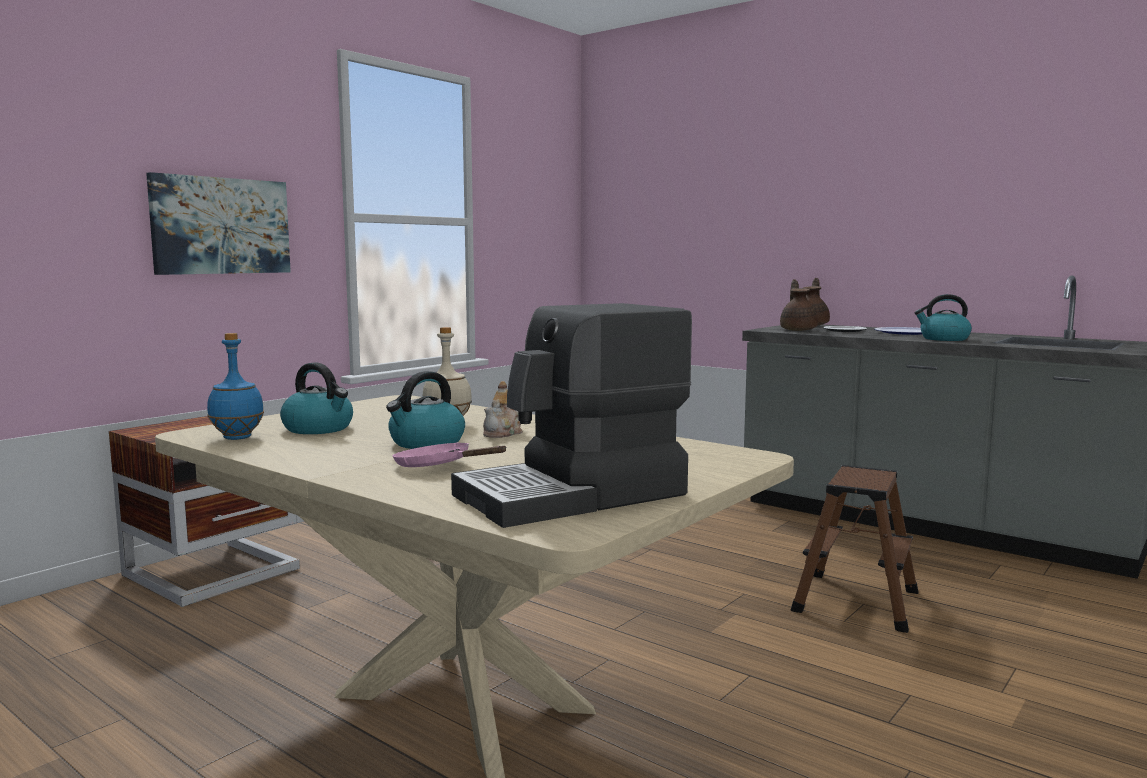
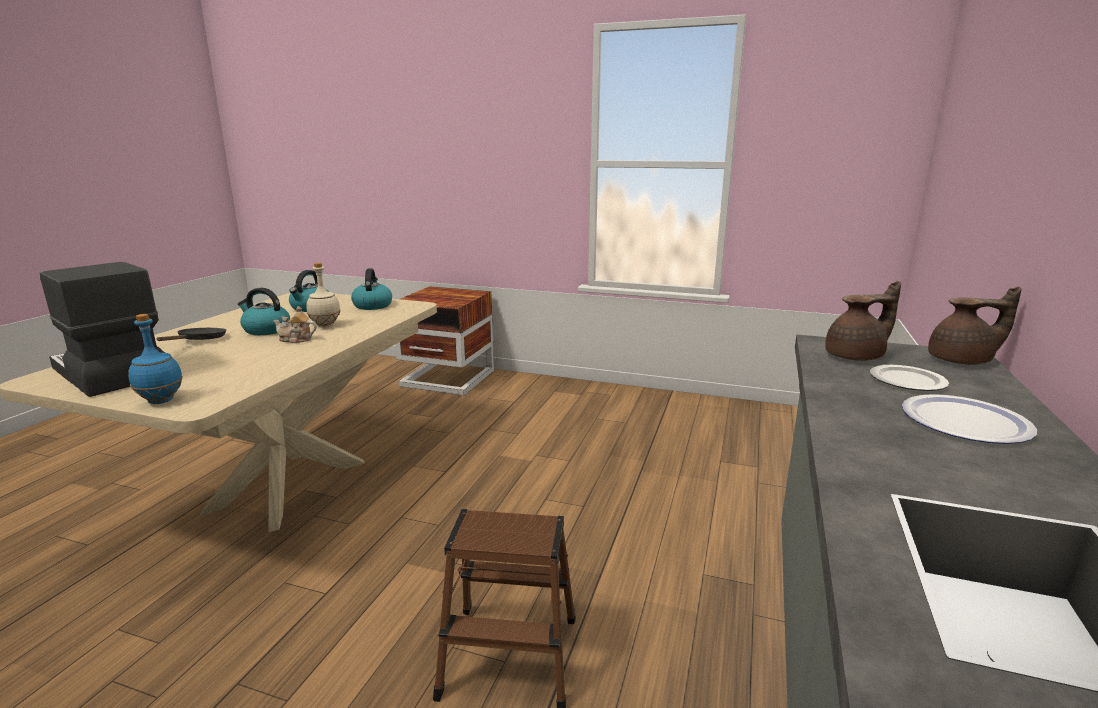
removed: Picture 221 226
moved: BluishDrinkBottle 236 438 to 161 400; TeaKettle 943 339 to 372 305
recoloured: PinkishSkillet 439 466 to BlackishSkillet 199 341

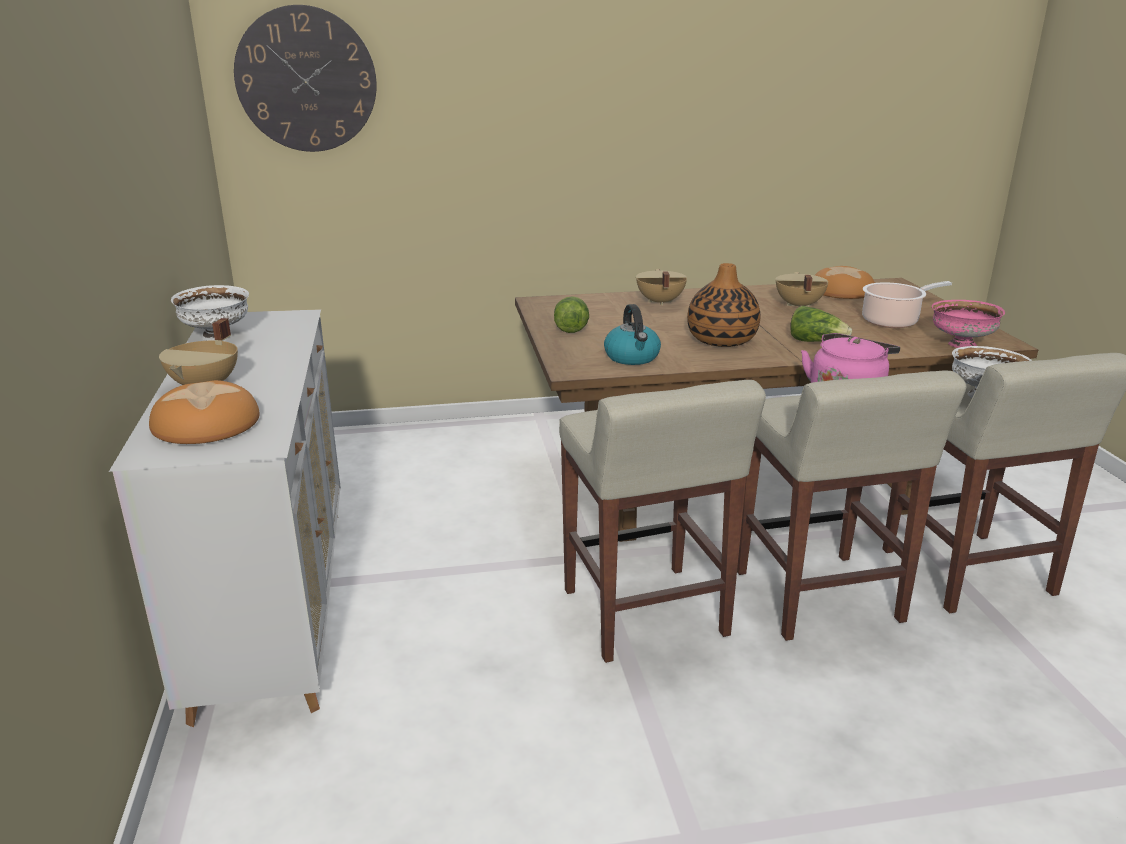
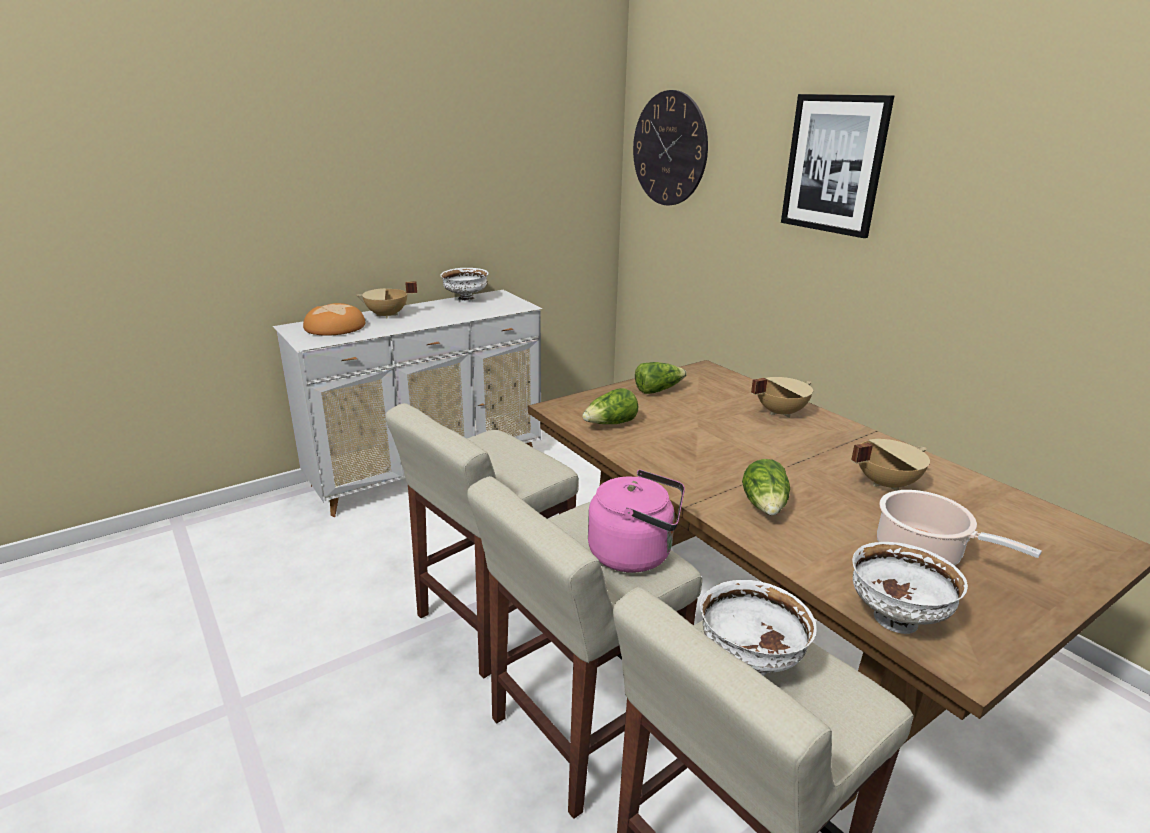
removed: Vase 721 340; Bread 842 291
added: Picture 834 164
replaced: TeaKettle 632 357 to HeadOfLettuce 610 424
recoloured: PinkishServingBowl 960 345 to WhiteColouredServingBowl 894 618

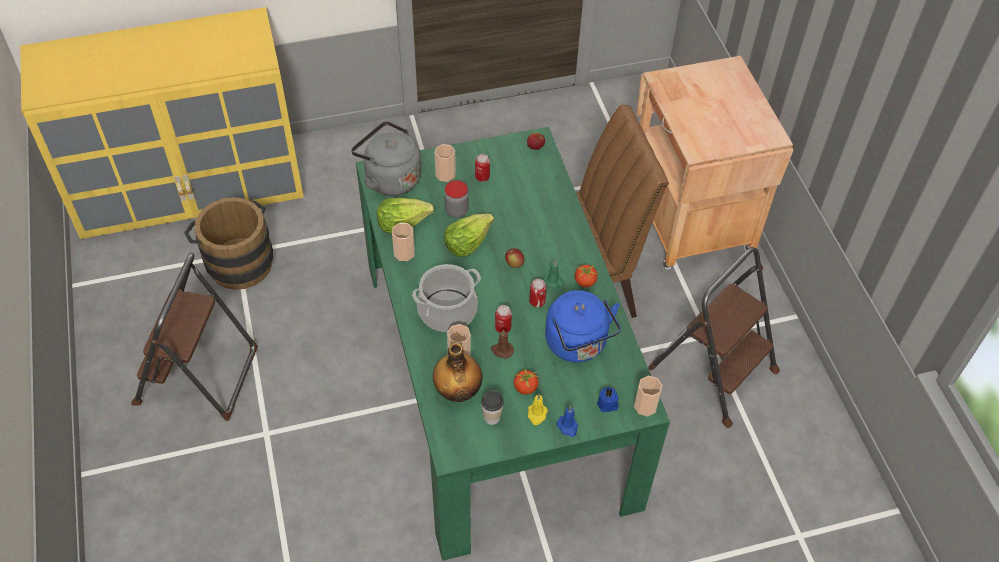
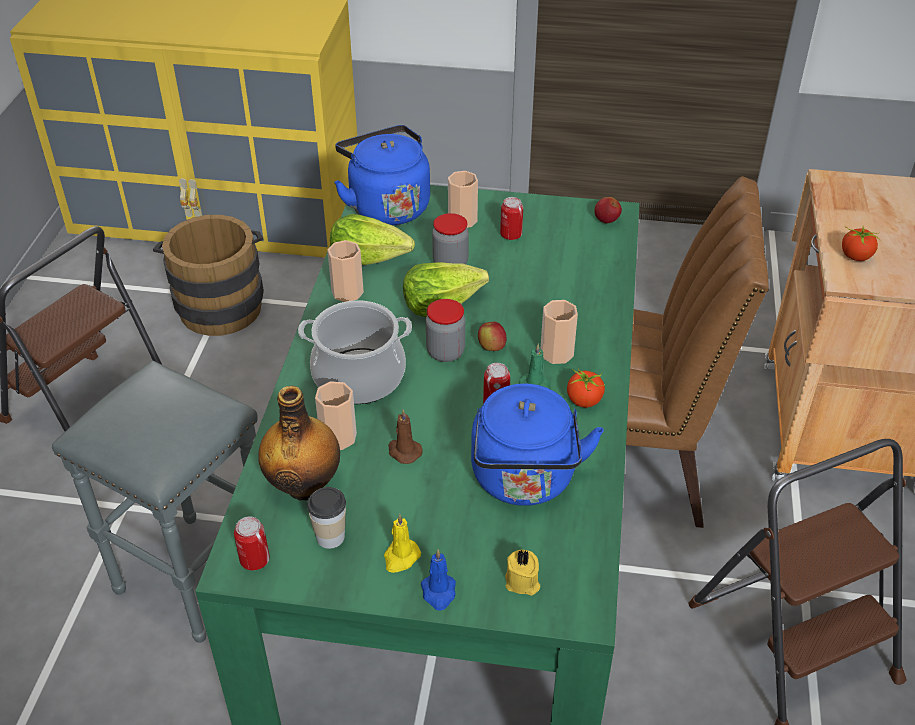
added: GreySittingStool 194 573; StorageJar 445 352
moved: SealedCan 503 327 to 255 560; SmallCup 645 406 to 556 353; FreshTomato 525 388 to 855 256
recoloured: GreyTeaKettle 390 178 to BluishTeaKettle 386 206; BluishCandle 607 405 to YellowCandle 522 582

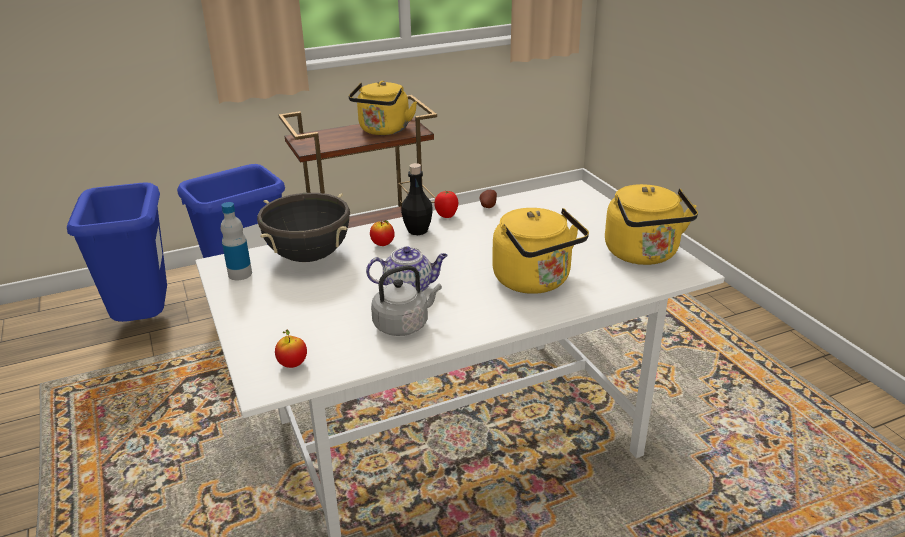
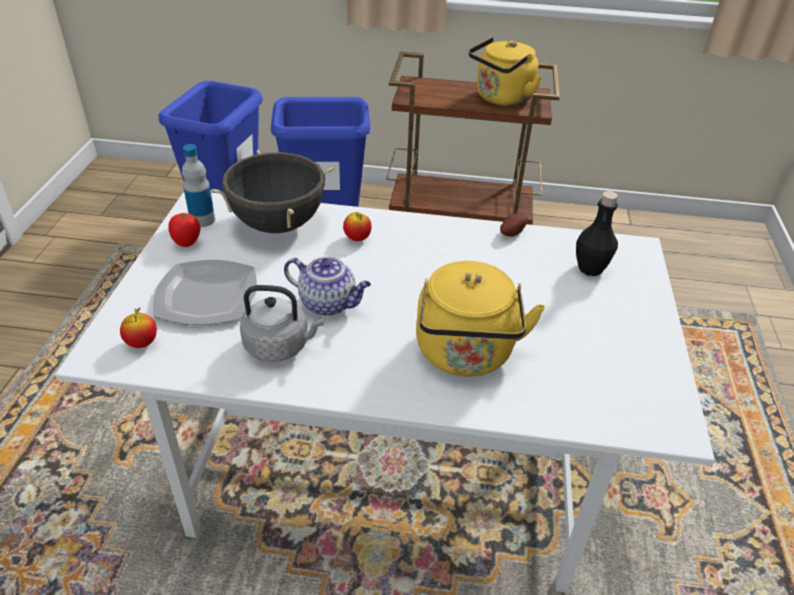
removed: YellowTeaKettle 643 255
added: FlatDish 208 294
moved: FreshTomato 447 216 to 187 243; BlackishDrinkBottle 417 230 to 590 268

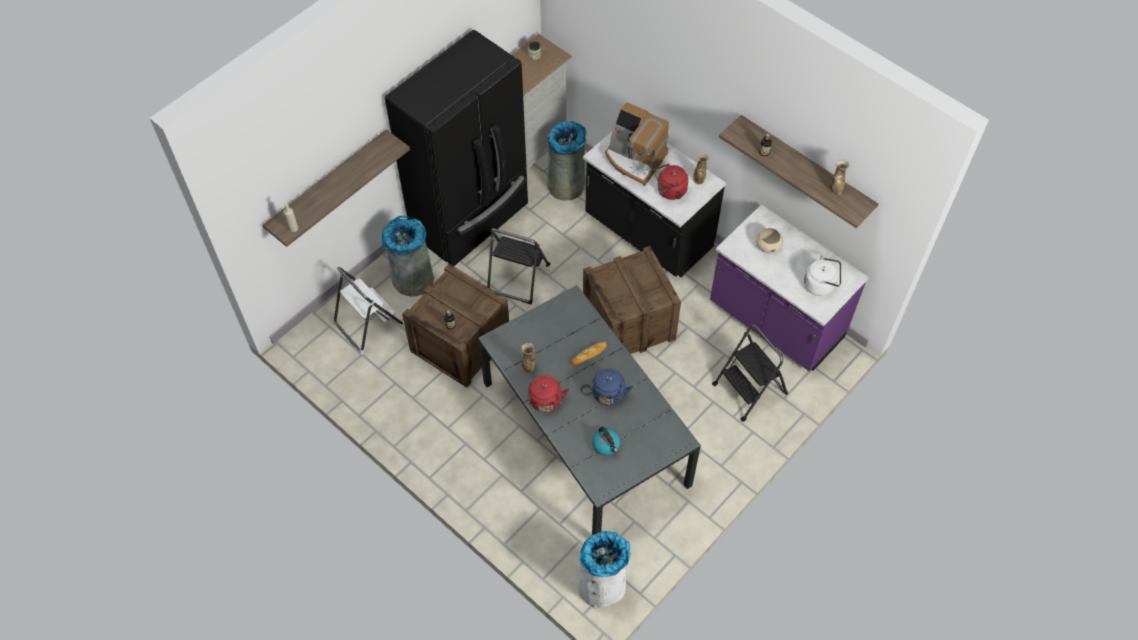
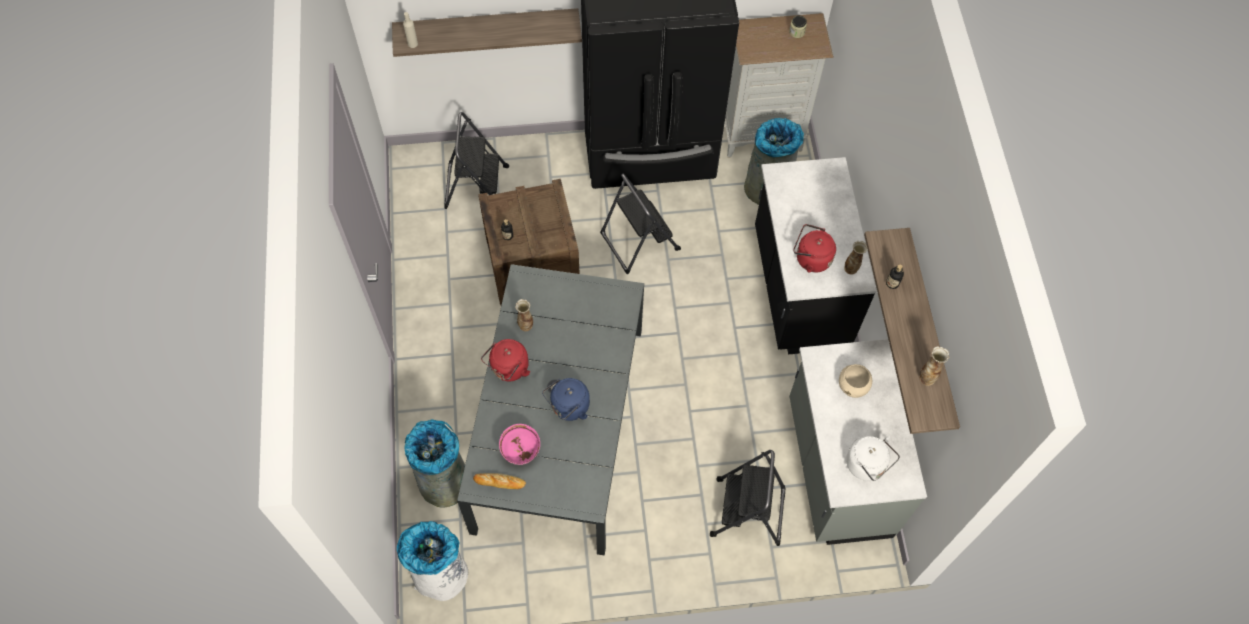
removed: PackingCrate 628 324; CoffeeMachine 635 159
moved: GreyWasteBin 412 279 to 443 481; Bread 589 355 to 499 482
replaced: TeaKettle 606 445 to PinkishServingBowl 521 451
recoloured: WhiteColouredStepladder 367 325 to BlackishStepladder 473 186; PurpleCounter 775 322 to GreyCounter 836 468

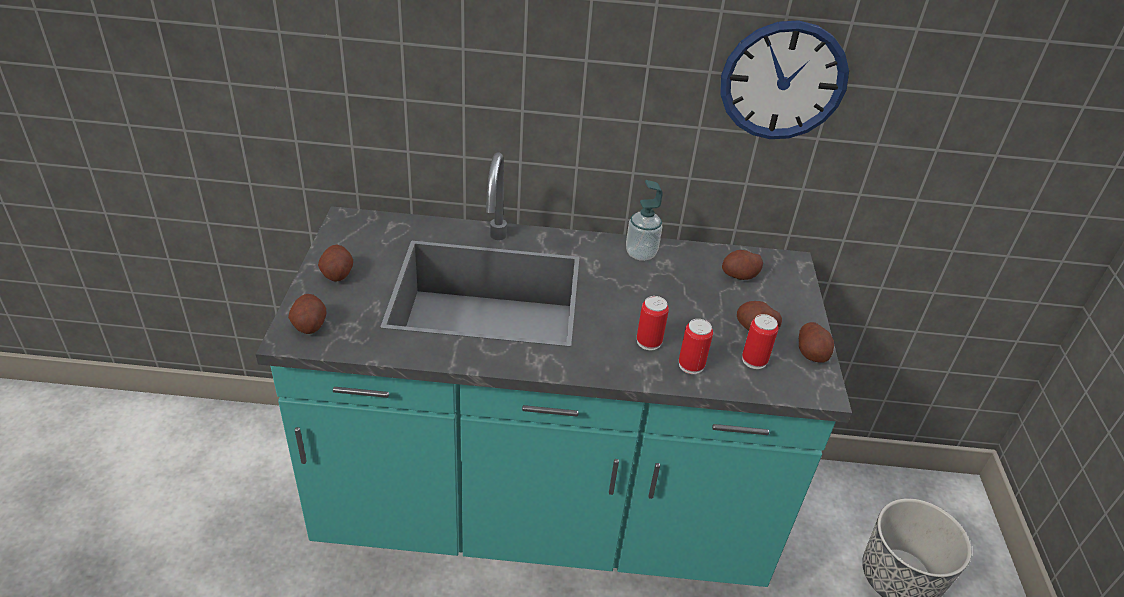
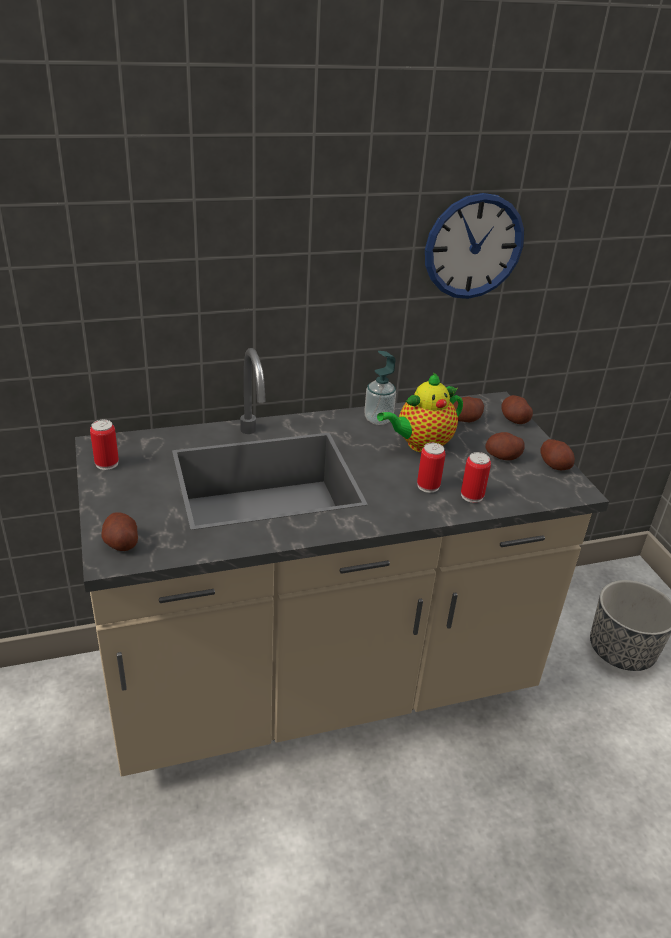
added: TeaPot 420 445
moved: SealedCan 754 360 to 107 463; WholePotato 337 274 to 514 419
recoloured: BlueGreenCounter 543 512 to BeigeColouredCounter 320 686

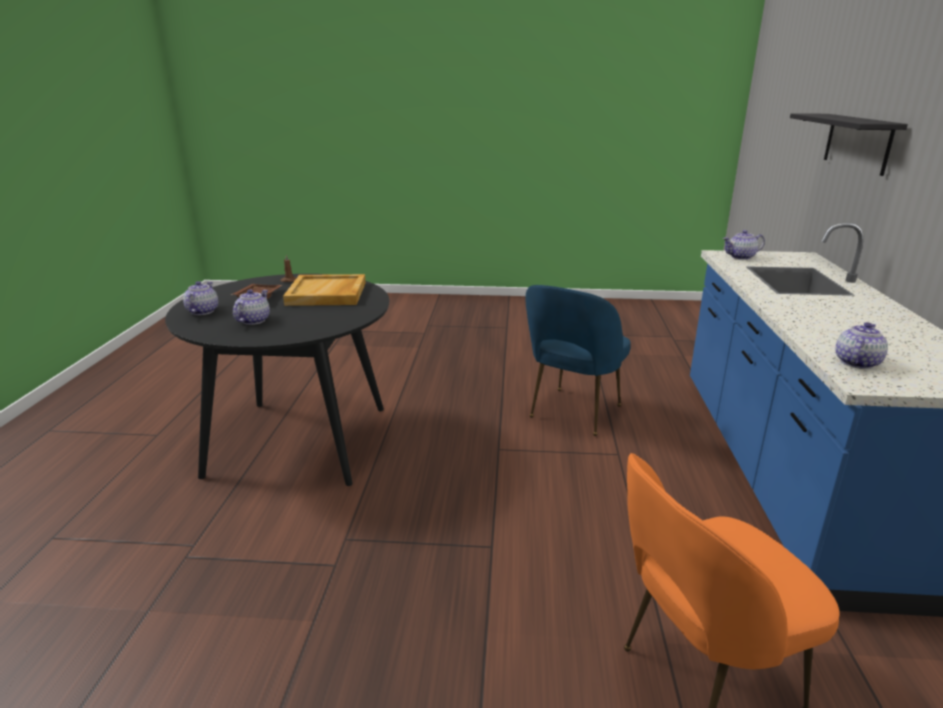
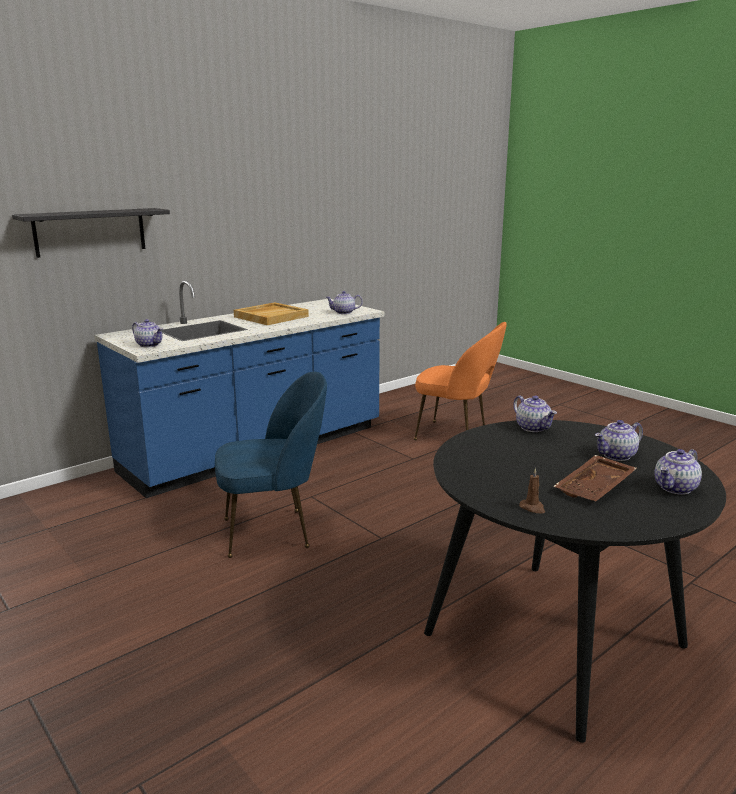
added: TeaPot 533 428
moved: BeigeColouredServingTray 327 294 to 271 316

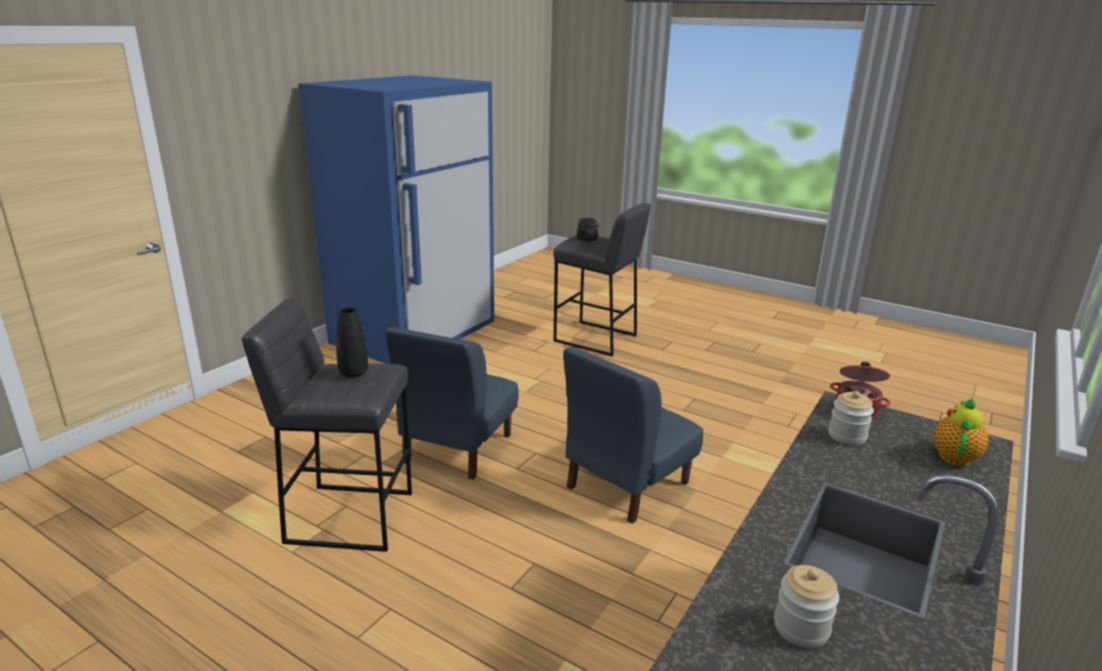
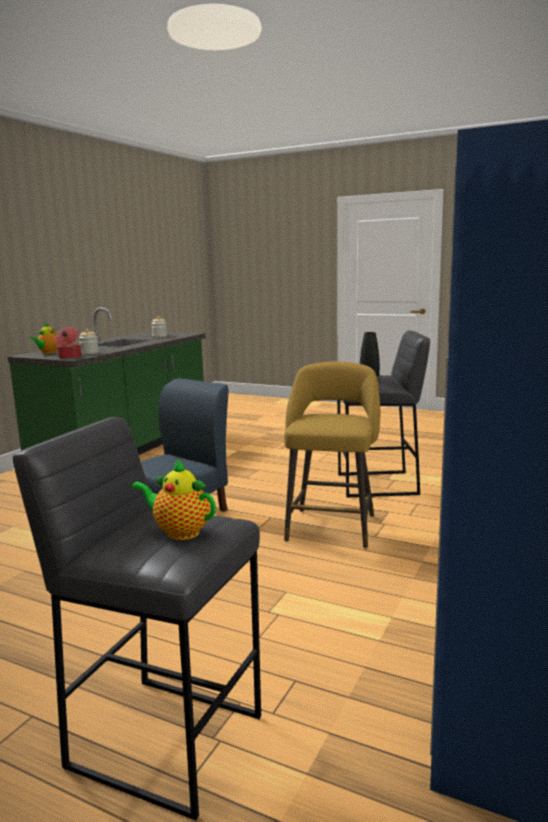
replaced: BlackishStorageJar 587 239 to TeaPot 179 532; BluishUprightChair 457 449 to YellowSittingStool 332 525

